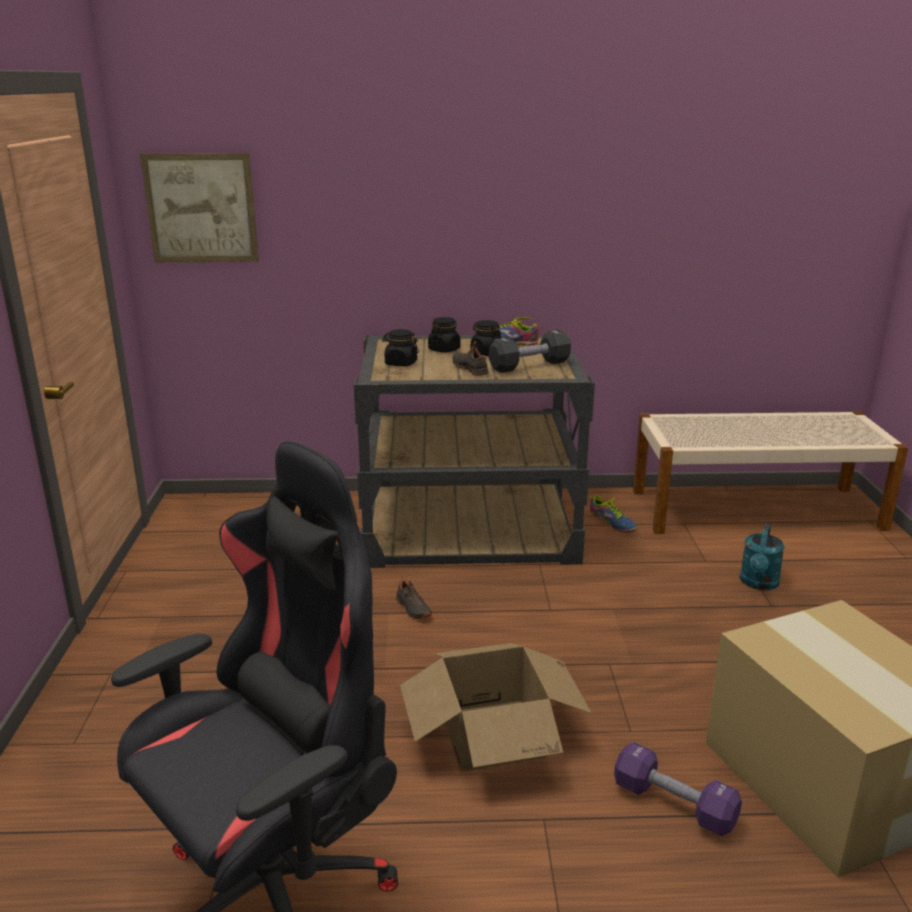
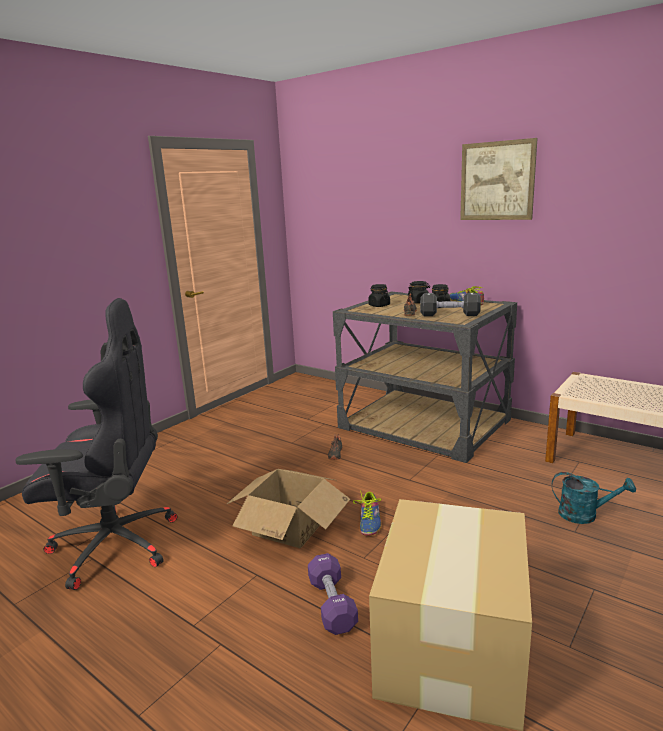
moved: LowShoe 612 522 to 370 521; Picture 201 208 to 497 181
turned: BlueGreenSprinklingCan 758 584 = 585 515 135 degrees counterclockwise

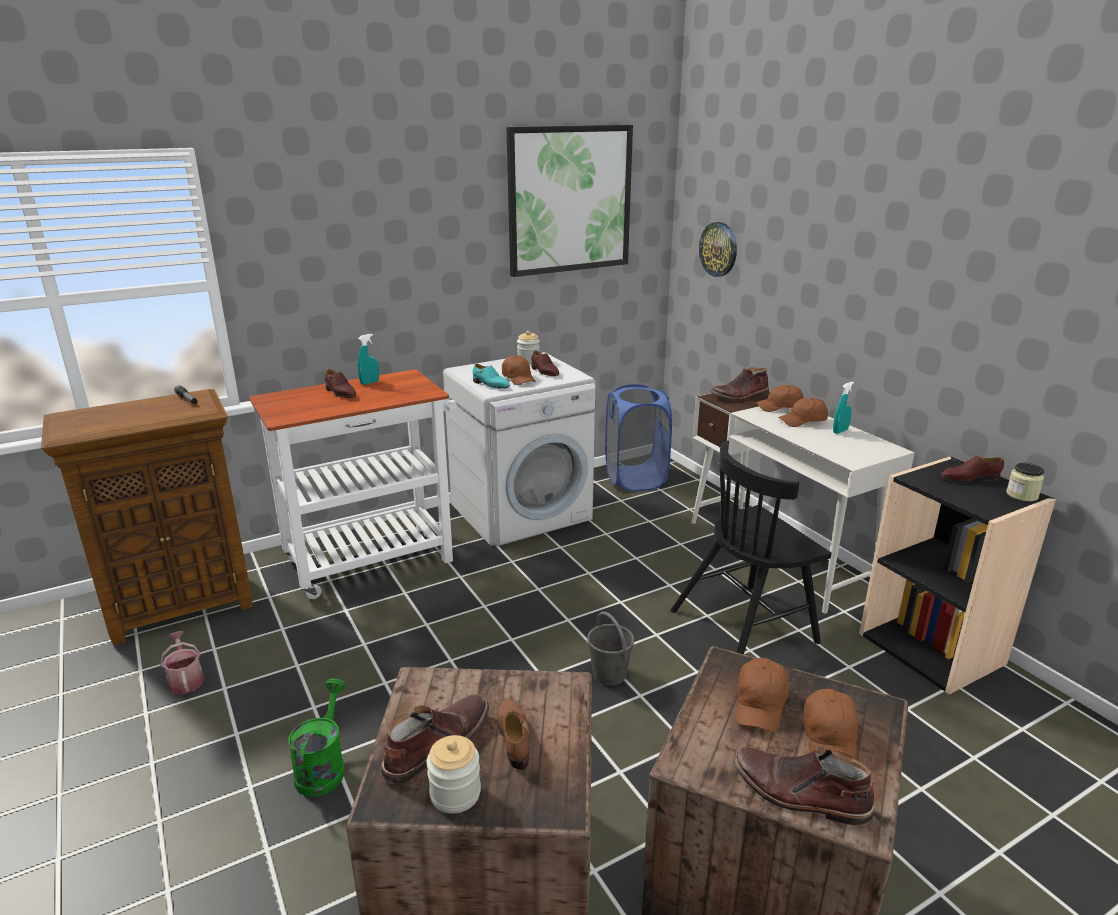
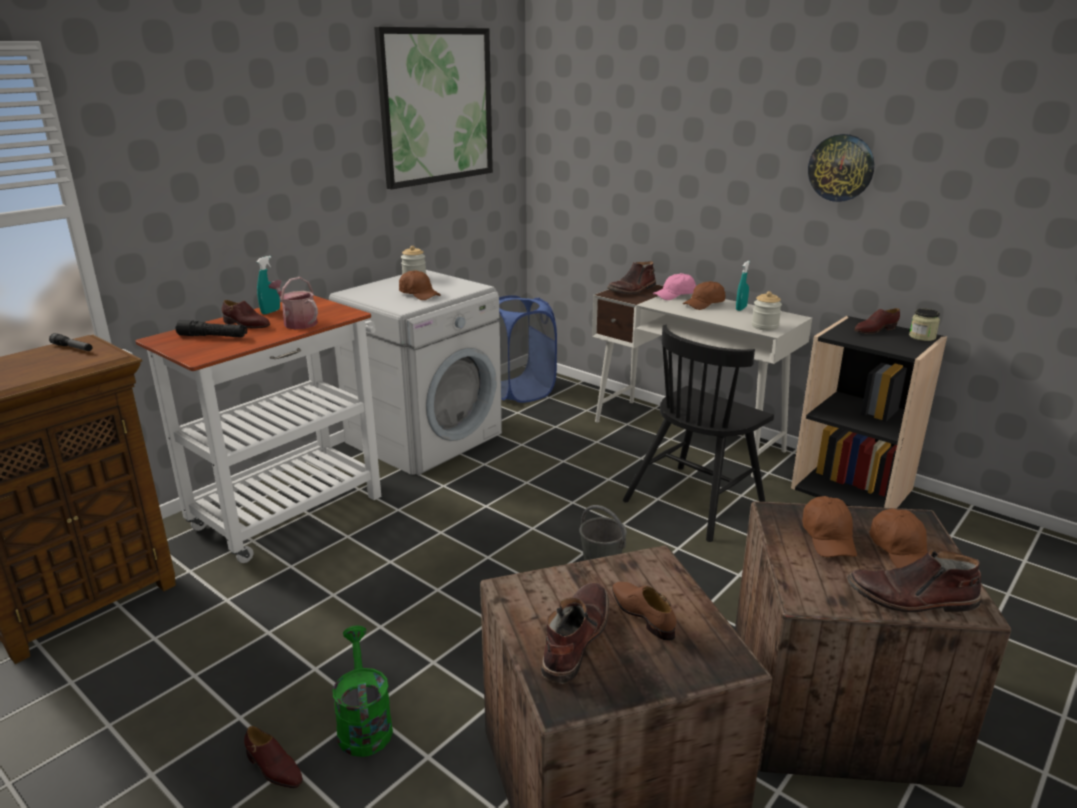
removed: BlueGreenLowShoe 490 385
added: BlackishTorch 213 336
moved: BrownishLowShoe 544 372 to 273 768; SprinklingCan 185 679 to 297 322; StorageJar 455 794 to 765 326; WallClock 718 249 to 841 168
recoloured: BrownishCap 780 407 to PinkishCap 675 295

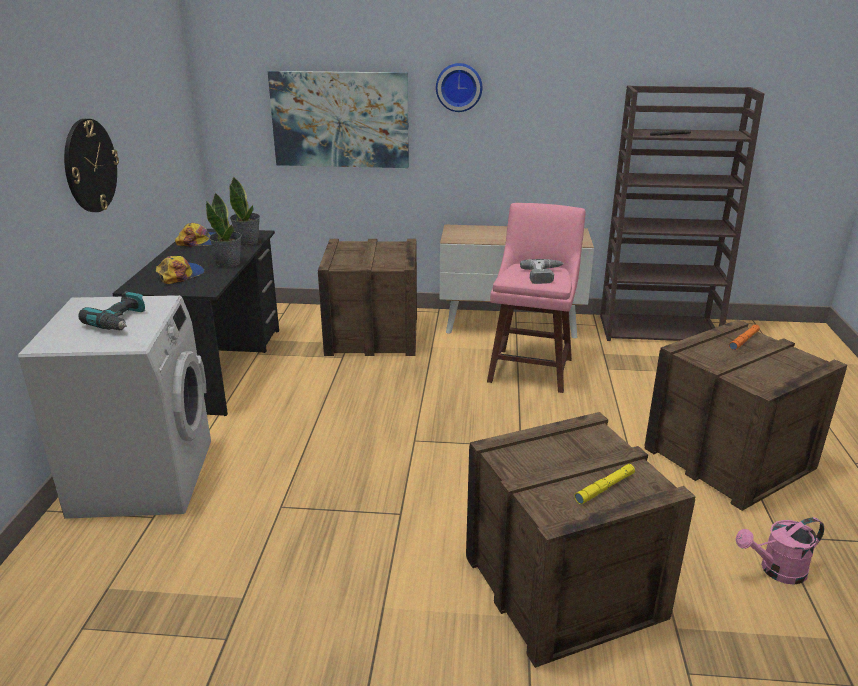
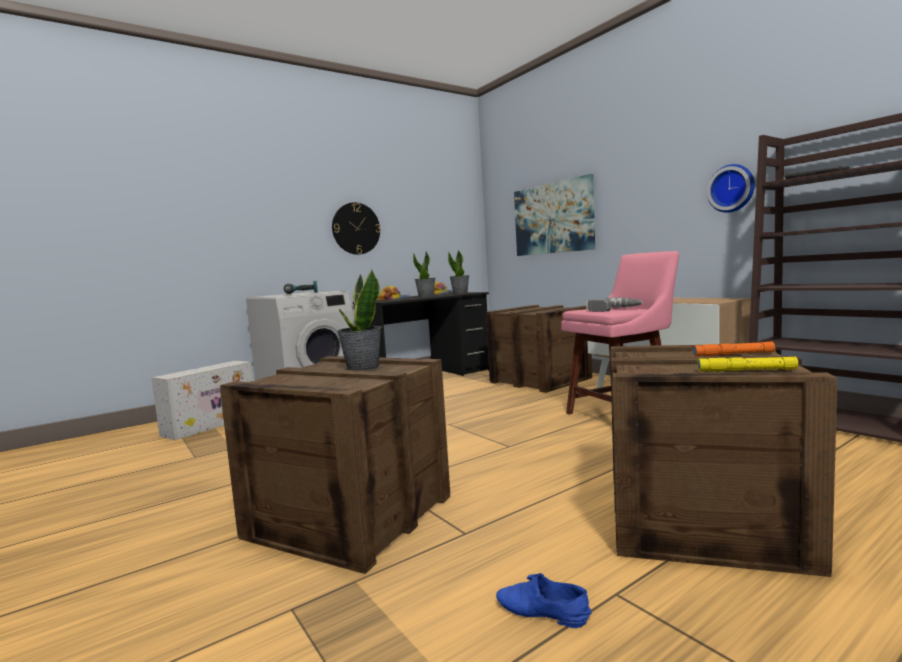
added: WhiteColouredStorageBox 212 424; PlantInAPot 362 368
moved: YellowTorch 604 488 to 746 370; WallClock 459 87 to 732 188
replaced: PinkishSprinklingCan 776 571 to BluishLowShoe 541 611

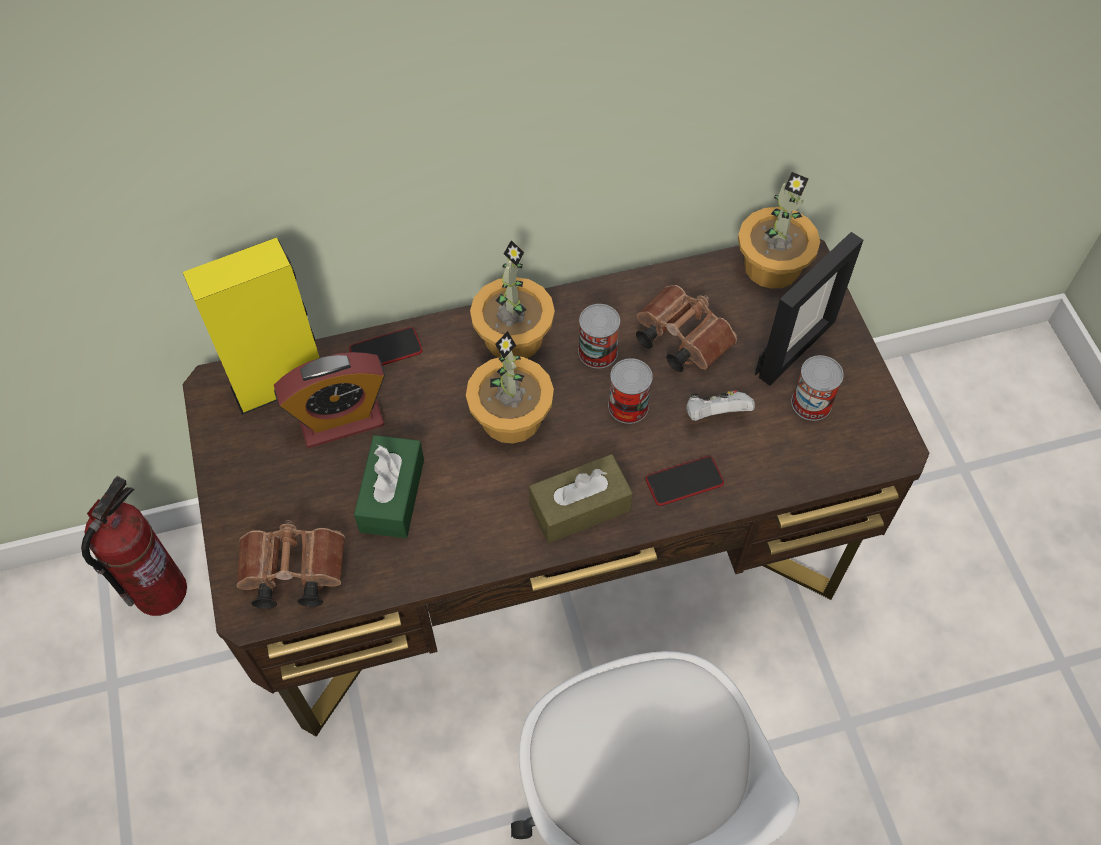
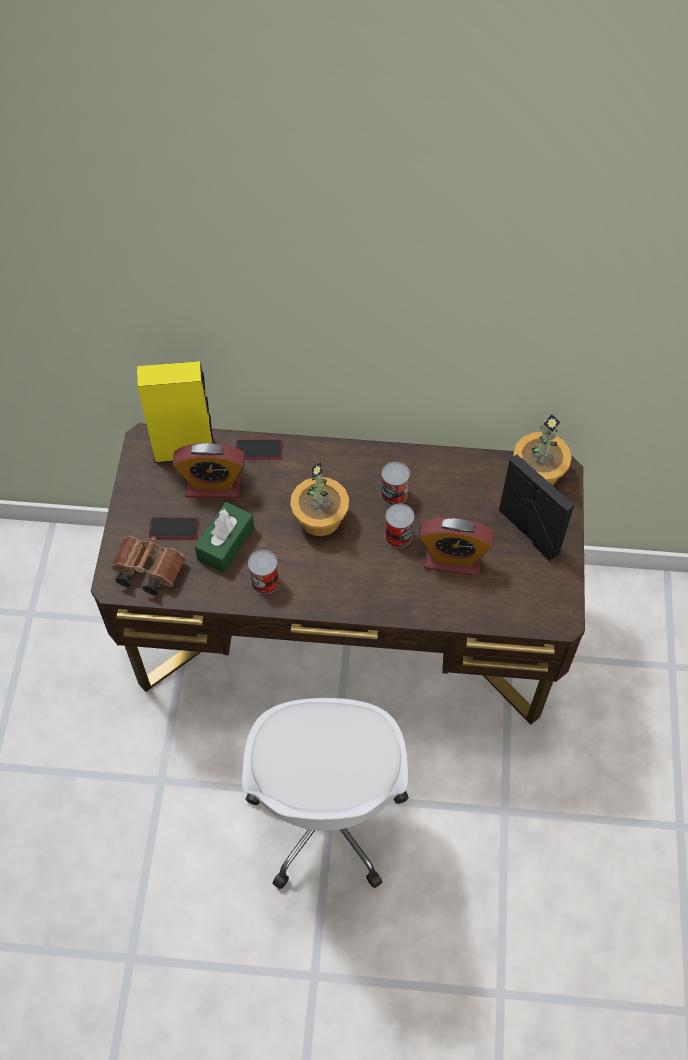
removed: FireFightingCylinder 160 590; PlantInAPot 512 336; BrownishTissueBox 580 507; BrownishPairOfBinoculars 679 338
moved: Handset 684 481 to 174 528; SealedCan 811 403 to 264 581
replaced: WhiteColouredJoypad 715 415 to BedsideClock 452 559
turned: StandingFrame 795 347 = 527 532 105 degrees counterclockwise

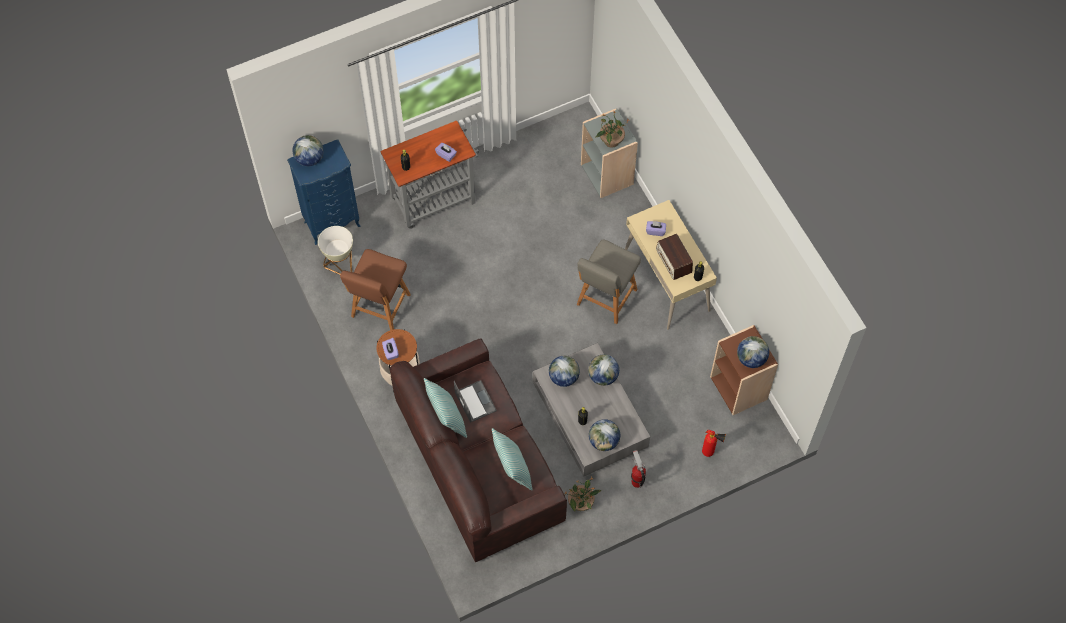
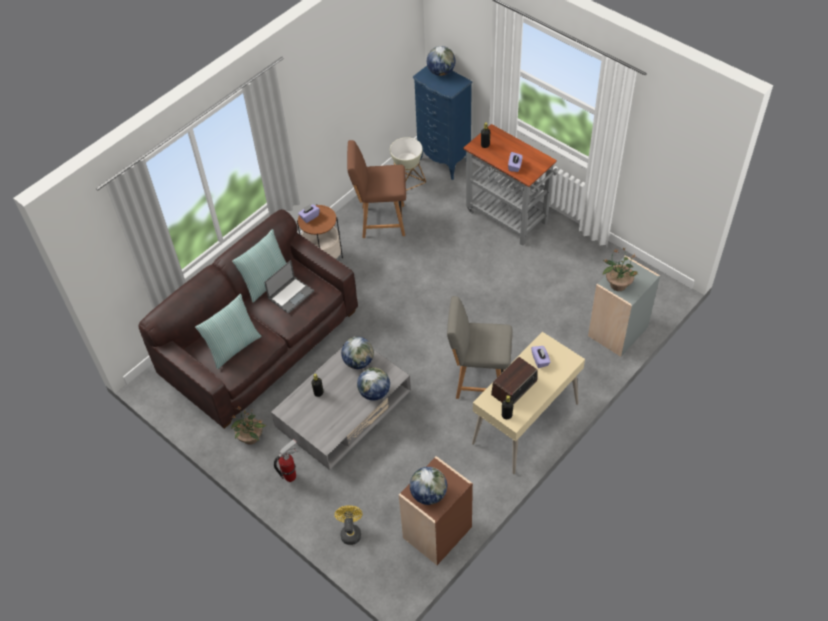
removed: Globe 604 441
replaced: FireFightingCylinder 710 452 to YellowFan 350 531

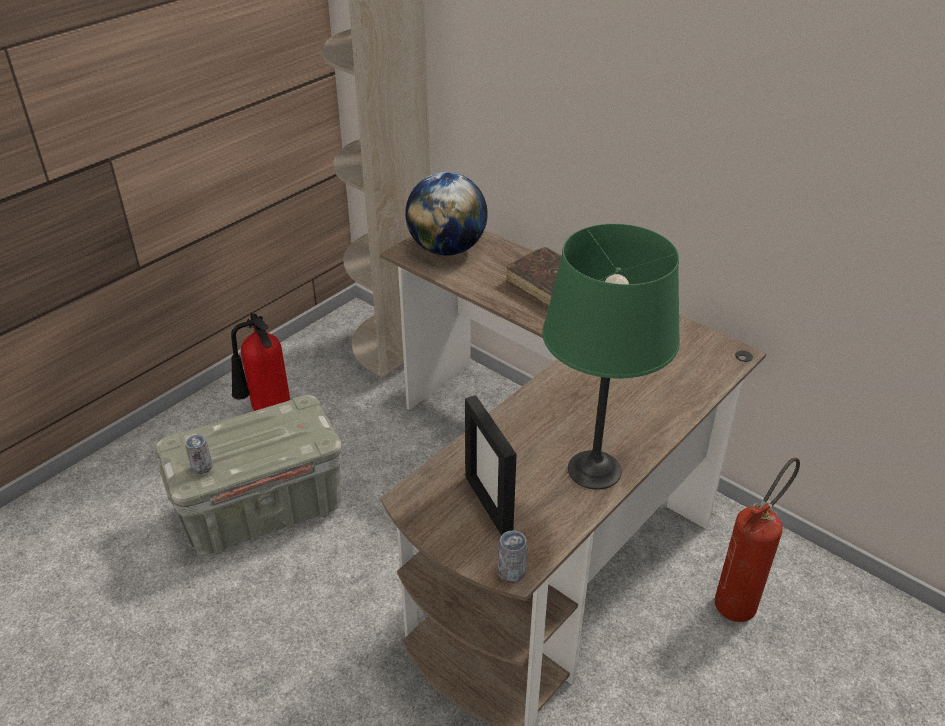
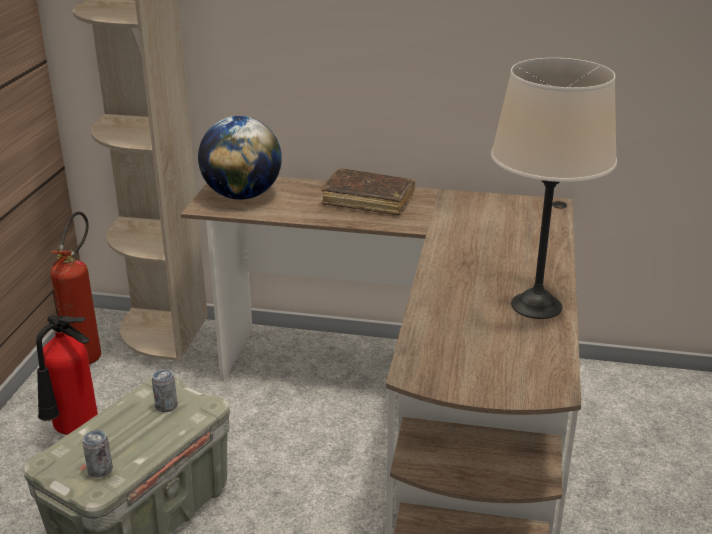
removed: StandingFrame 490 503
moved: FireFightingCylinder 741 599 to 88 352; SealedCan 511 572 to 166 406
recoloured: GreenColouredLampForATable 593 470 to BeigeColouredLampForATable 536 306

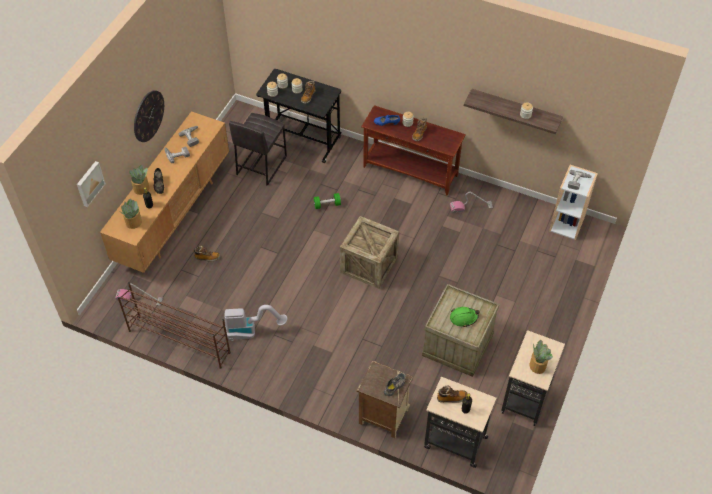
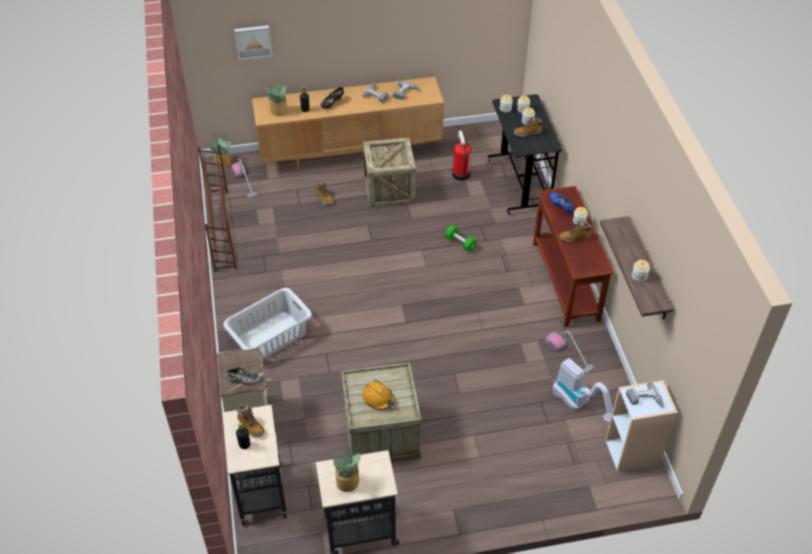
removed: WallClock 148 116
added: GreyLaundryBasket 269 336
moved: PlantInAPot 142 188 to 223 162; PackingCrate 369 265 to 389 189; VacuumCleaner 251 331 to 580 404
replaced: GreySittingStool 261 165 to FireFightingCylinder 460 174
recoloured: GreenColouredWorkHelmet 463 318 to OrangeColouredWorkHelmet 378 398

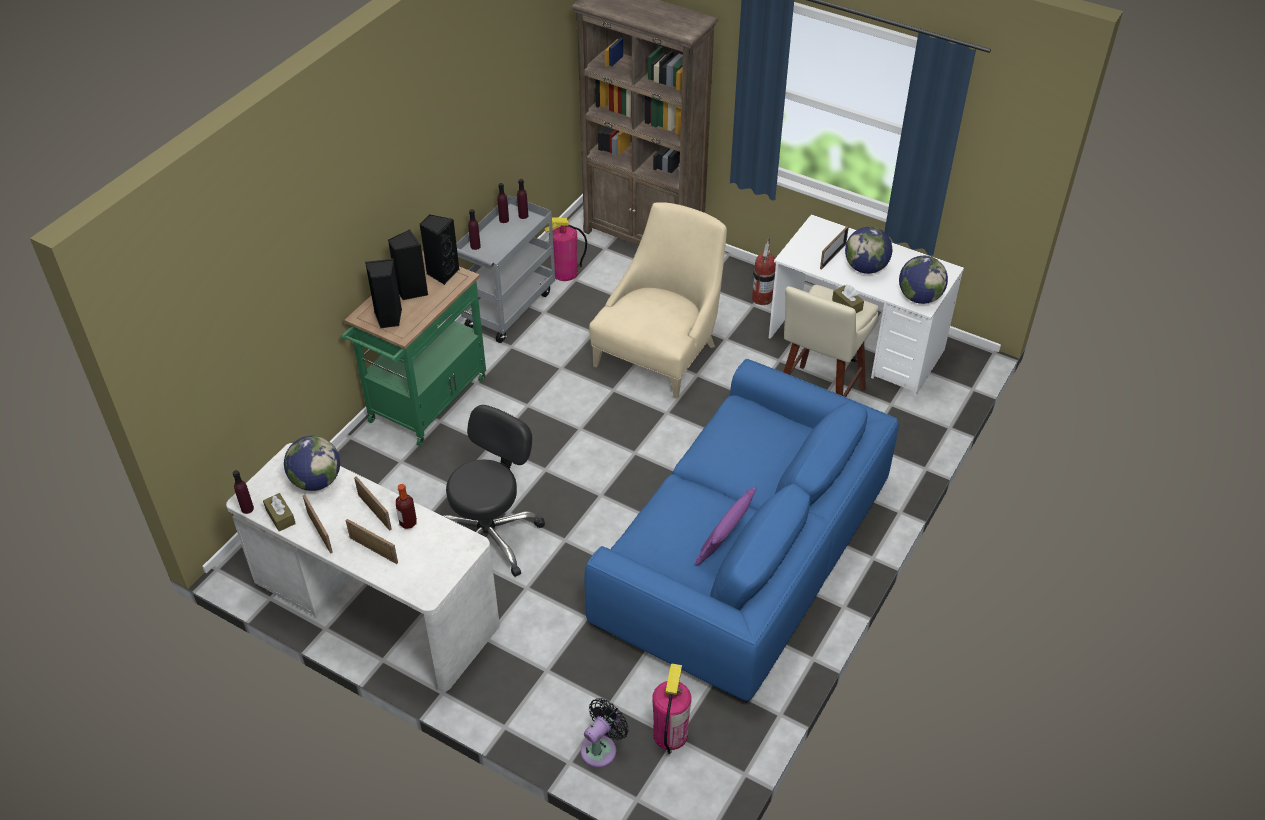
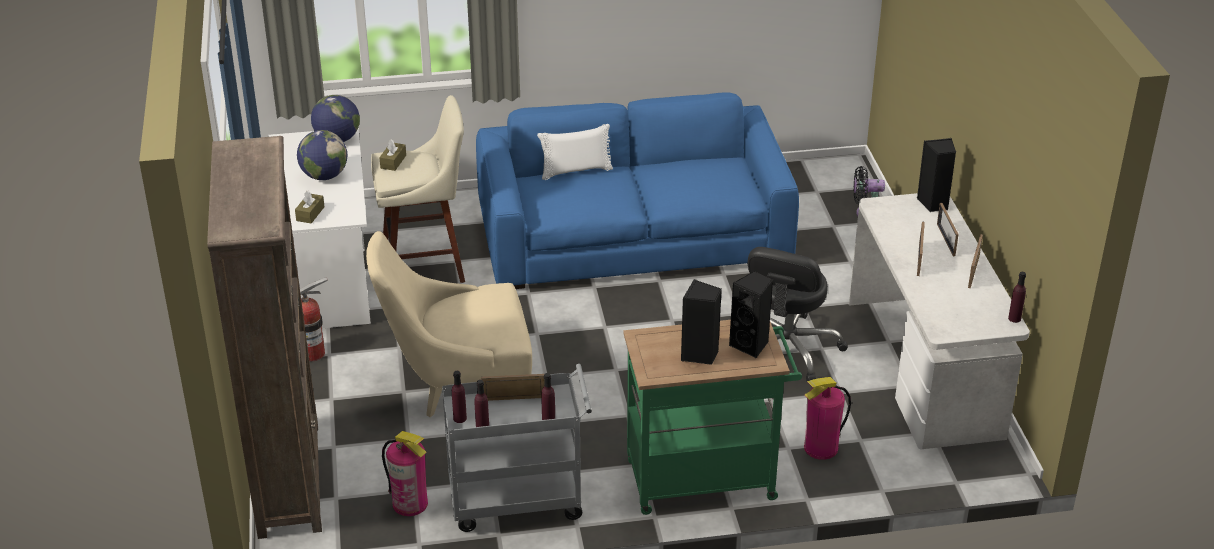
removed: Globe 316 481; DrinkBottle 408 522; PurpleCushion 724 542
added: WhiteColouredCushion 575 171
moved: BrownishTissueBox 280 516 to 310 214; StandingFrame 833 256 to 514 398; FireFightingCylinder 670 734 to 821 448; BlackishLoudspeaker 442 273 to 933 203
turned: BlackishOfficeChair 490 534 = 785 351 60 degrees counterclockwise

